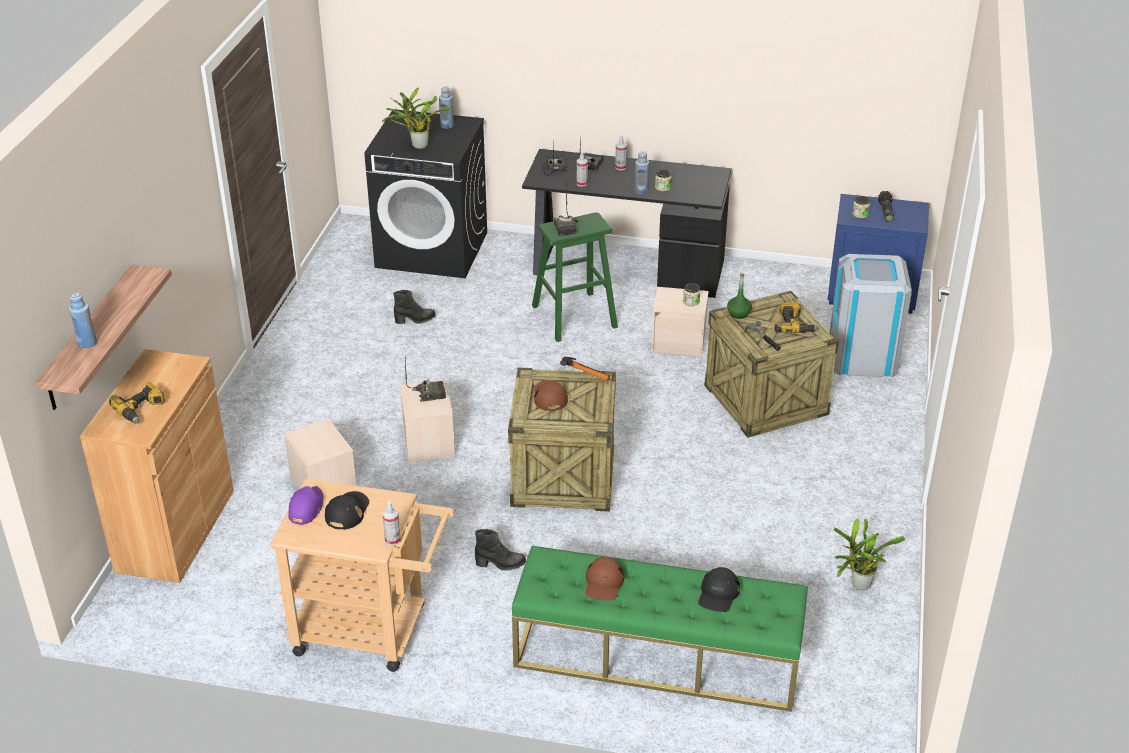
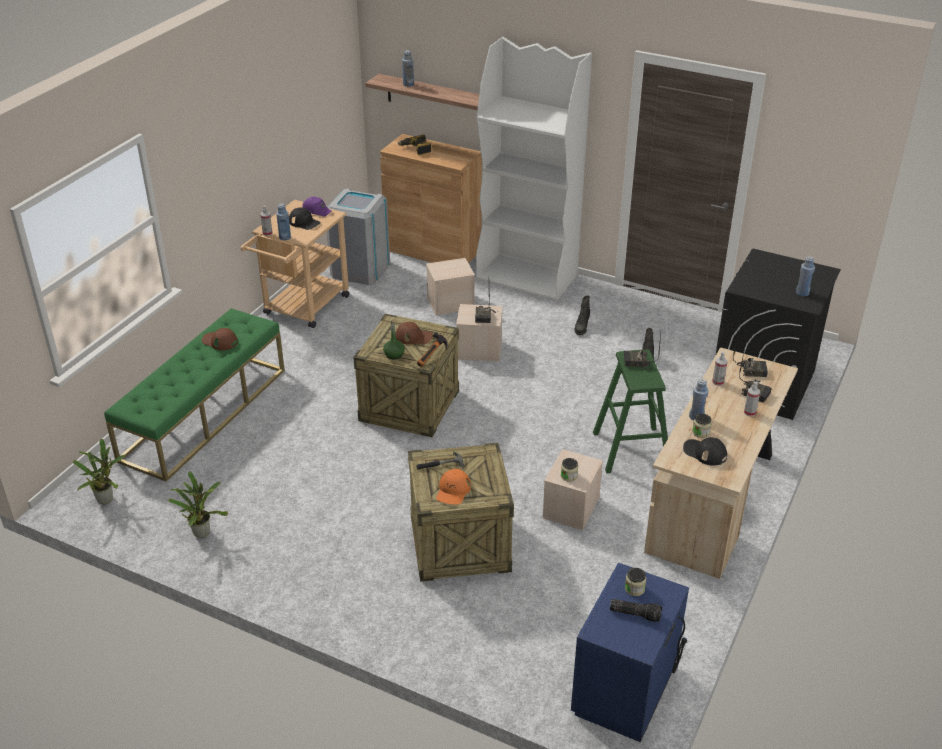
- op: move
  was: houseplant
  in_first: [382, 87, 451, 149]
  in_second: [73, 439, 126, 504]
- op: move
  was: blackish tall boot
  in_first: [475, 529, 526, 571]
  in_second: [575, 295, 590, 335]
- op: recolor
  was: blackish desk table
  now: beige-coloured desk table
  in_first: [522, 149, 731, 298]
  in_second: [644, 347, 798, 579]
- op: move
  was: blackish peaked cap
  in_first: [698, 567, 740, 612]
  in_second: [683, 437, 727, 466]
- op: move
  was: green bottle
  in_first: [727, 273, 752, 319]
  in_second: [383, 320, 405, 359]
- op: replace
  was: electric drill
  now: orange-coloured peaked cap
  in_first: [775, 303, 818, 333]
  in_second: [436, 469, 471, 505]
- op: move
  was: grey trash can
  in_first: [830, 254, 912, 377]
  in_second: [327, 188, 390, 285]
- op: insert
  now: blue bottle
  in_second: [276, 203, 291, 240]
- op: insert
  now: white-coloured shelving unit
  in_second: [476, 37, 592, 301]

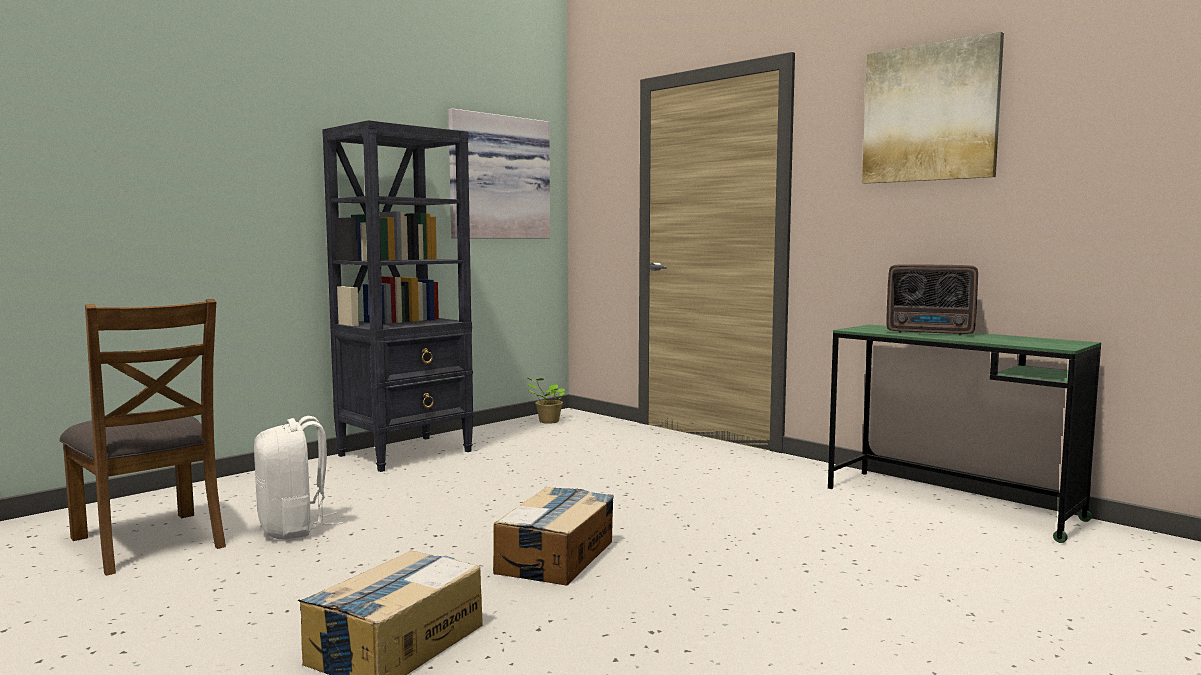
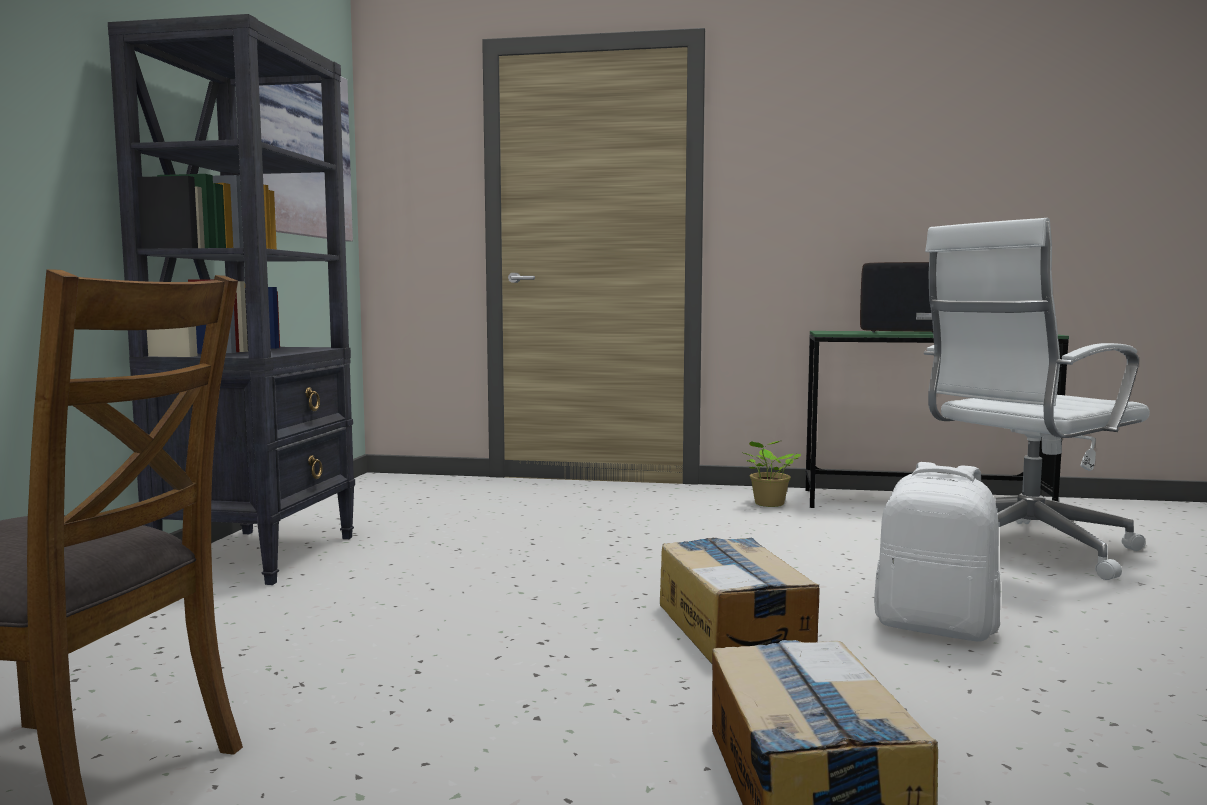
- op: move
  was: white-coloured knapsack
  in_first: [254, 416, 343, 539]
  in_second: [874, 462, 1001, 641]
- op: move
  was: houseplant
  in_first: [526, 377, 565, 424]
  in_second: [741, 441, 801, 507]
- op: delete
  was: wall picture
  in_first: [862, 32, 1004, 184]
- op: rotate
  was: radio receiver
  in_first: [886, 264, 978, 335]
  in_second: [860, 262, 933, 333]
  clockwise: -150
- op: insert
  now: white-coloured computer chair
  in_second: [924, 218, 1150, 580]

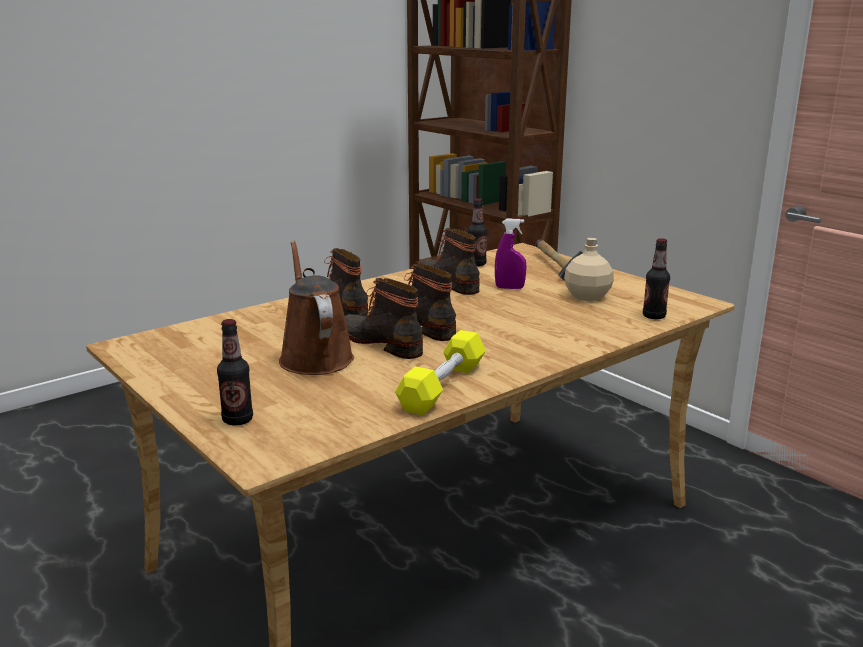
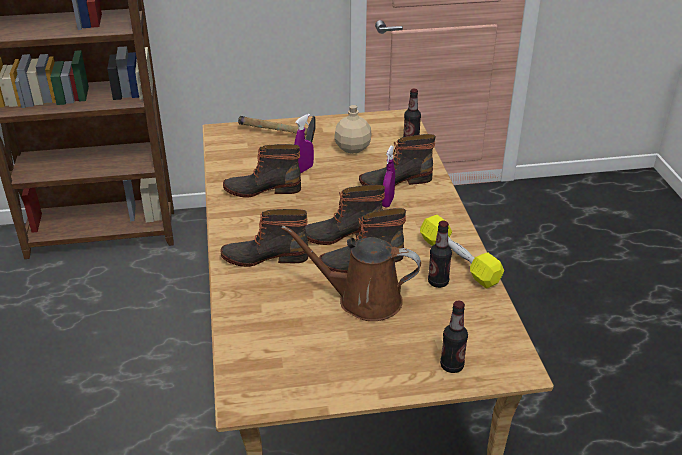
- op: move
  was: bottle
  in_first: [468, 198, 487, 266]
  in_second: [428, 221, 452, 288]
- op: insert
  now: tall boot
  in_second: [359, 134, 436, 186]
- op: insert
  now: purplish spray bottle
  in_second: [382, 146, 395, 207]

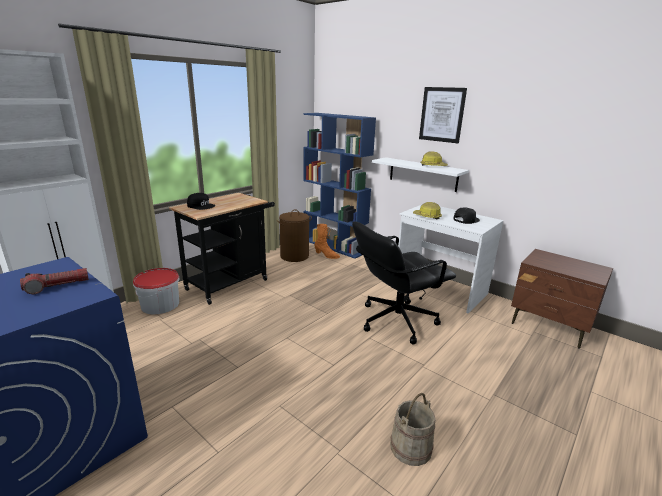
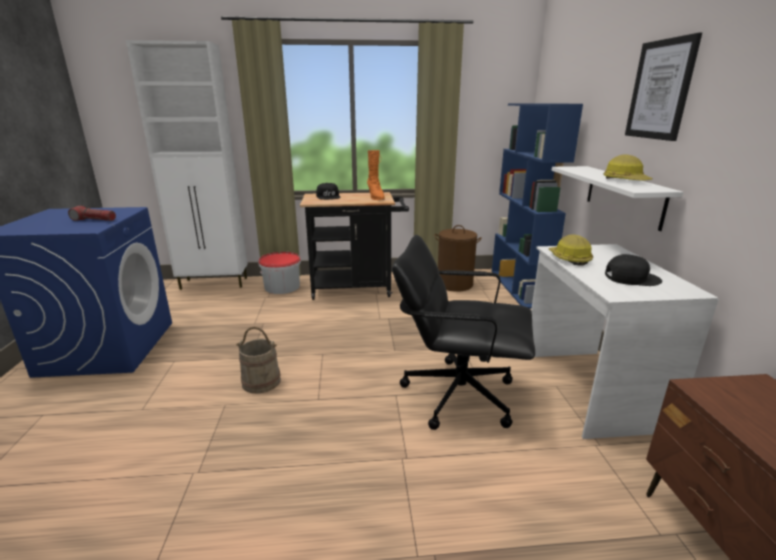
- op: move
  was: orange-coloured tall boot
  in_first: [314, 224, 340, 259]
  in_second: [367, 150, 385, 200]
- op: move
  was: beige-coloured bucket
  in_first: [390, 393, 435, 466]
  in_second: [236, 327, 281, 393]

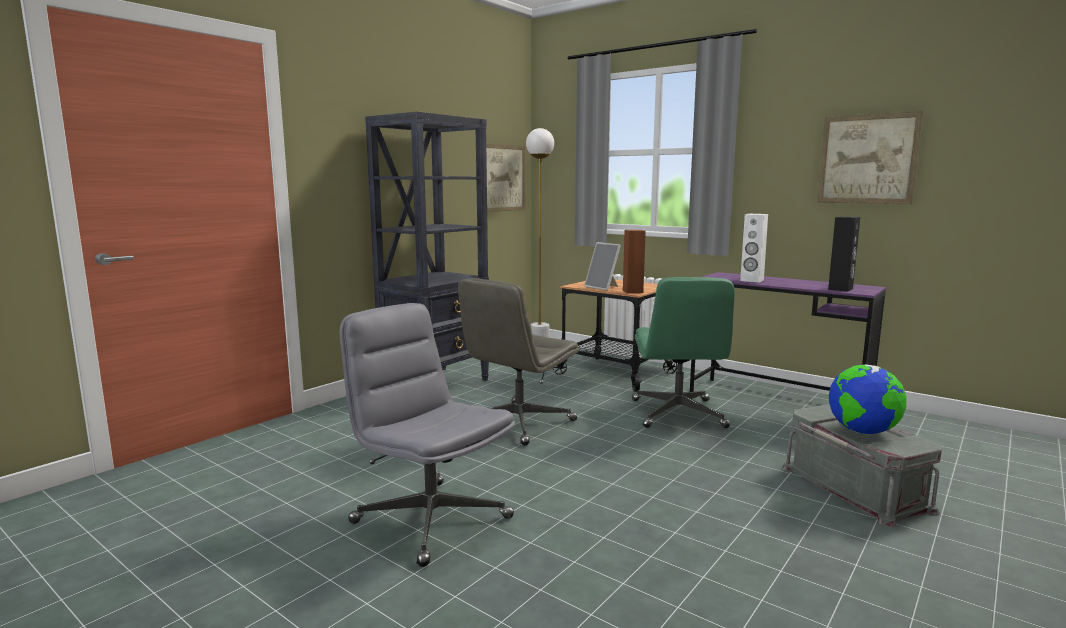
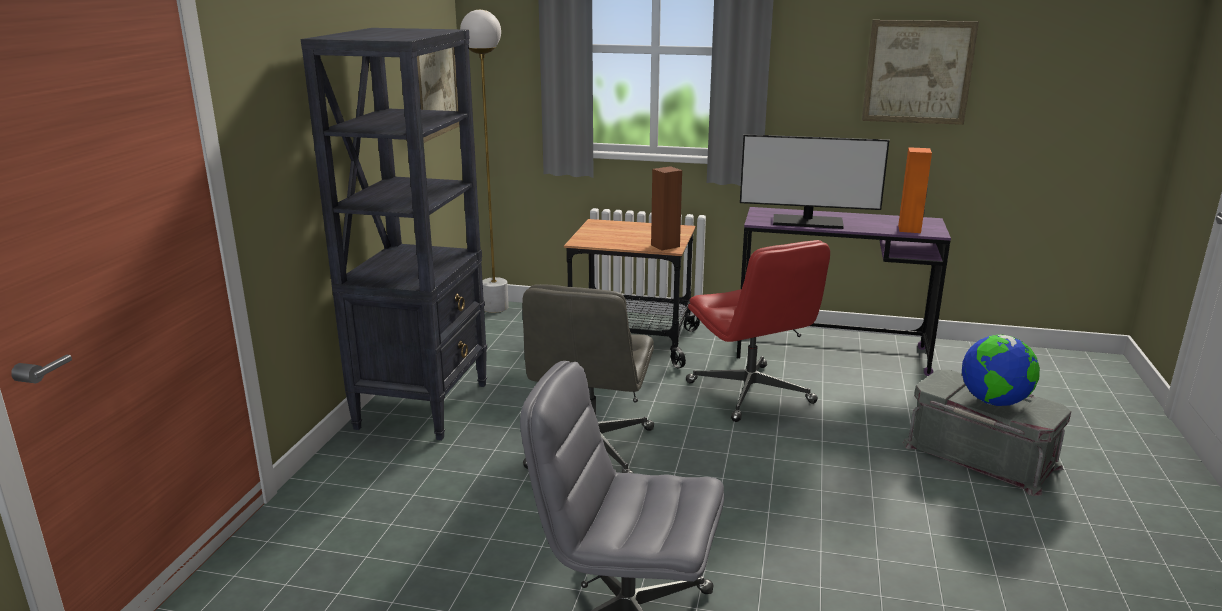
- op: delete
  was: photo frame
  in_first: [584, 242, 621, 291]
- op: recolor
  was: green computer chair
  now: reddish computer chair
  in_first: [632, 277, 735, 428]
  in_second: [686, 240, 830, 422]
- op: replace
  was: white-coloured loudspeaker
  now: computer display
  in_first: [740, 214, 768, 283]
  in_second: [740, 134, 889, 229]
- op: recolor
  was: blackish loudspeaker
  now: orange-coloured loudspeaker
  in_first: [828, 216, 860, 292]
  in_second: [898, 147, 932, 233]

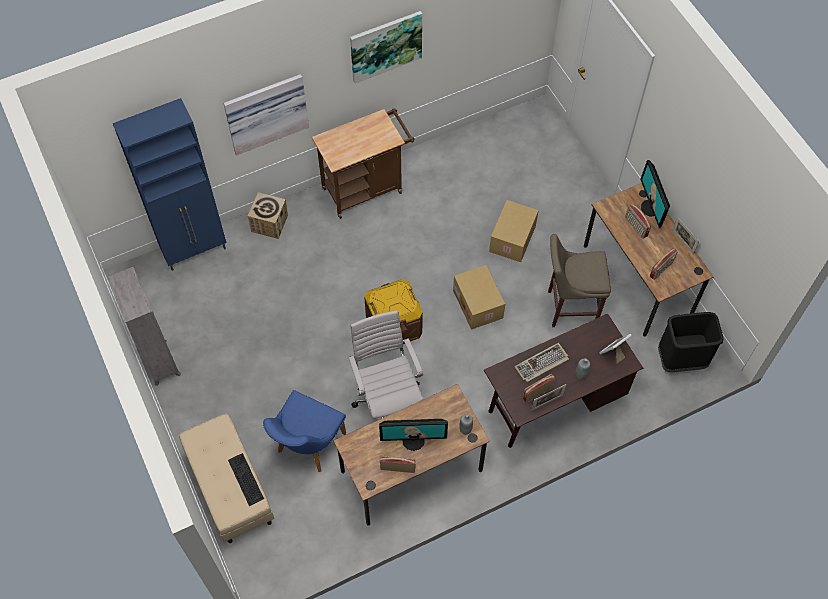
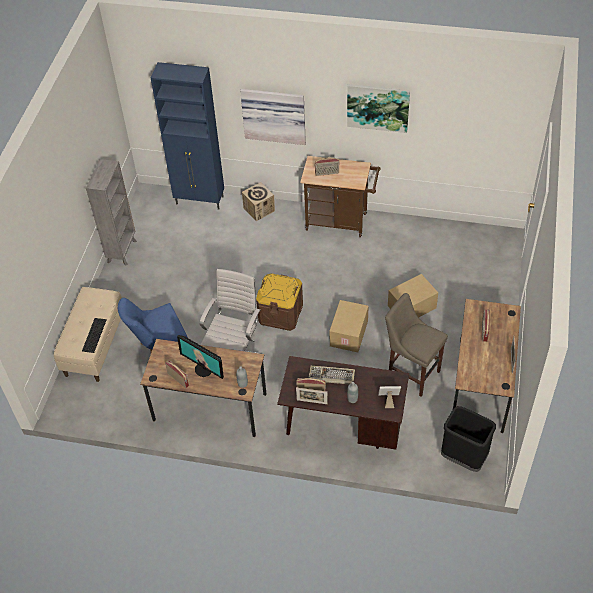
- op: delete
  was: computer display
  in_first: [640, 160, 670, 228]
- op: move
  was: radio receiver
  in_first: [649, 248, 678, 280]
  in_second: [315, 157, 340, 176]

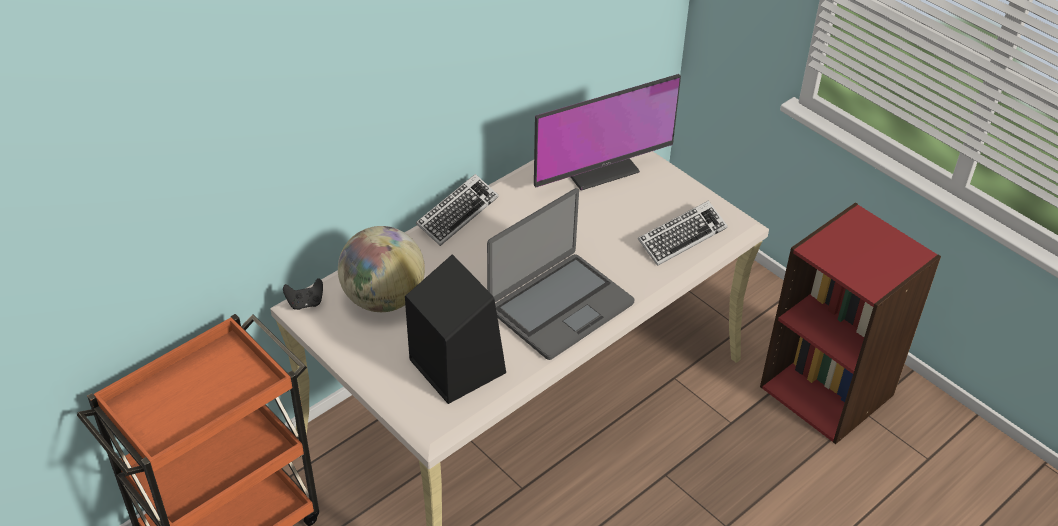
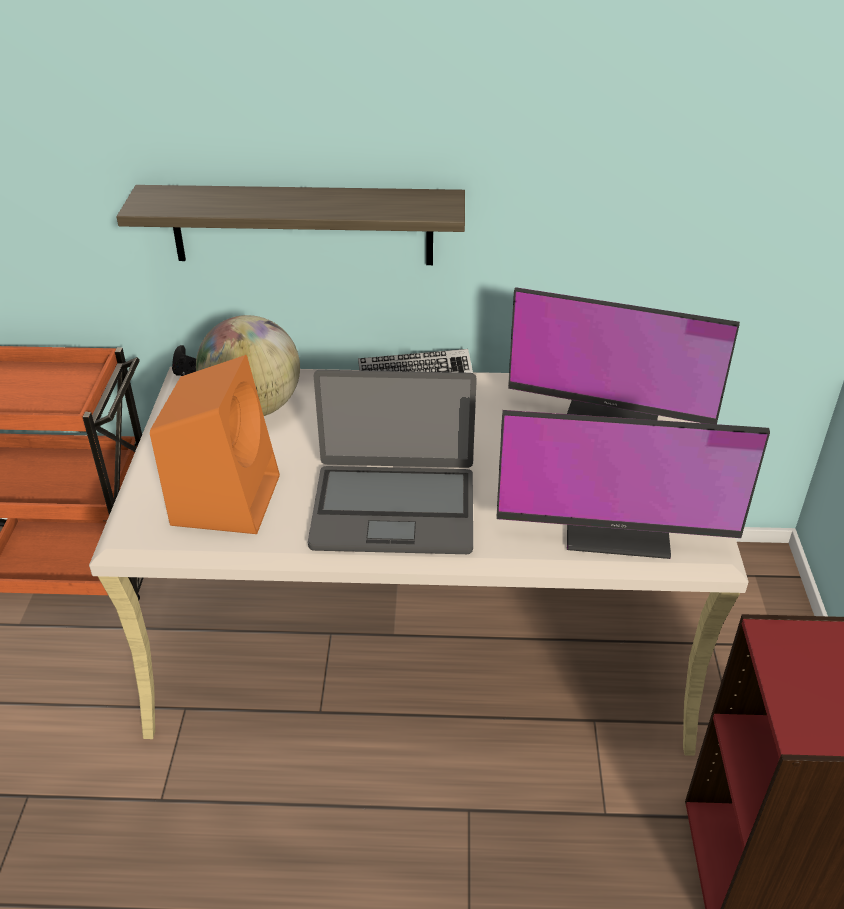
- op: recolor
  was: blackish loudspeaker
  now: orange-coloured loudspeaker
  in_first: [405, 254, 506, 404]
  in_second: [150, 355, 280, 534]
- op: replace
  was: computer keyboard
  now: computer display
  in_first: [638, 200, 728, 266]
  in_second: [496, 410, 770, 559]
- op: insert
  now: wall shelf
  in_second: [116, 185, 465, 265]

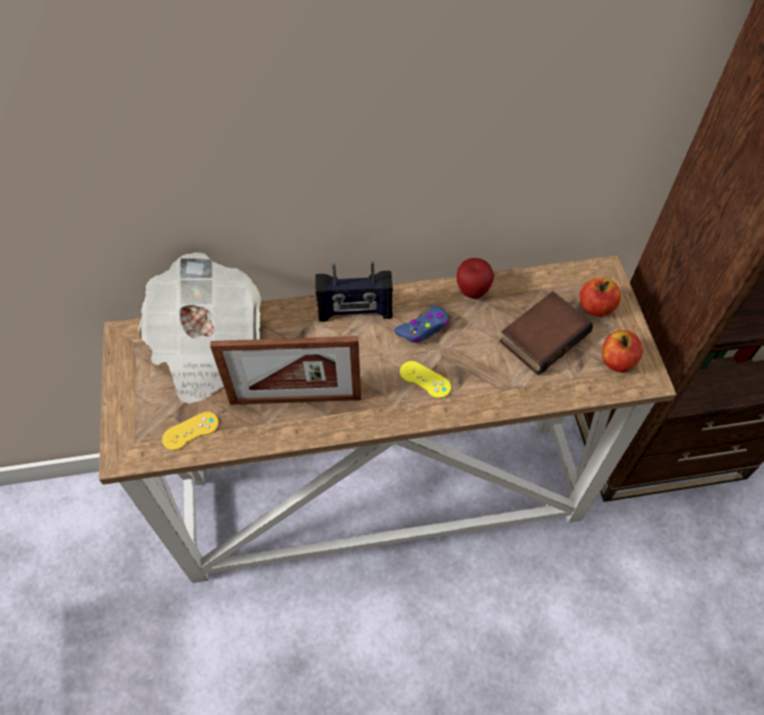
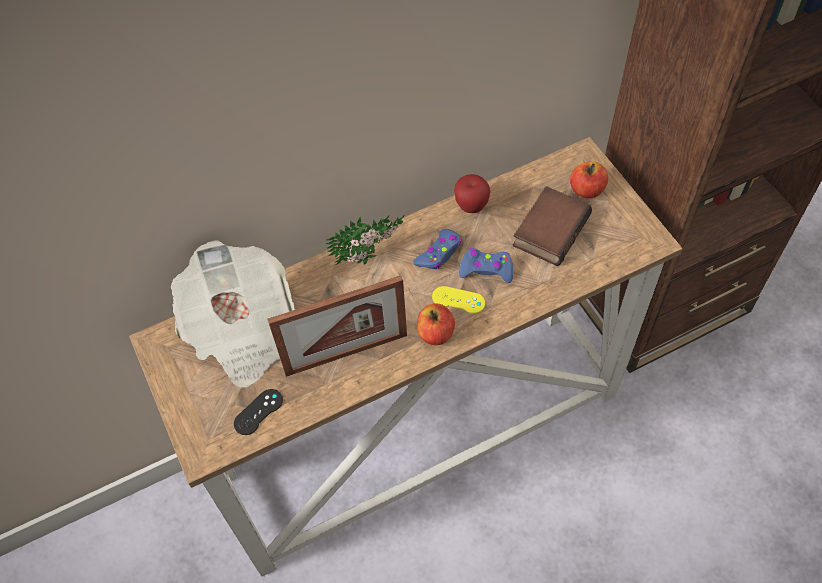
- op: recolor
  was: yellowish joypad
  now: blackish joypad
  in_first: [162, 412, 219, 450]
  in_second: [234, 389, 283, 435]
- op: replace
  was: radio receiver
  now: houseplant
  in_first: [315, 261, 393, 322]
  in_second: [325, 216, 404, 265]
- op: move
  was: apple
  in_first: [602, 330, 643, 372]
  in_second: [417, 303, 455, 345]
- op: insert
  now: blue joypad
  in_second: [459, 248, 513, 283]

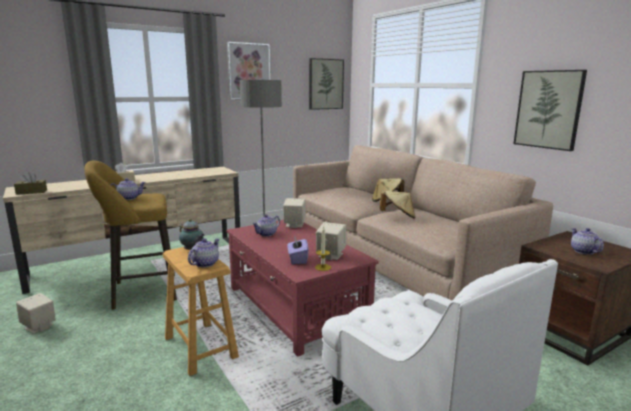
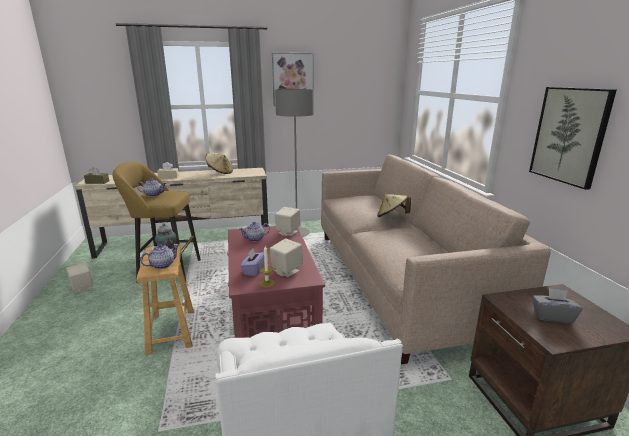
- op: delete
  was: wall picture
  in_first: [309, 58, 344, 110]
- op: move
  was: beige-coloured hat
  in_first: [380, 191, 415, 219]
  in_second: [205, 153, 233, 174]
- op: replace
  was: tea pot
  now: grey box of tissues
  in_first: [571, 228, 604, 255]
  in_second: [533, 288, 583, 323]

